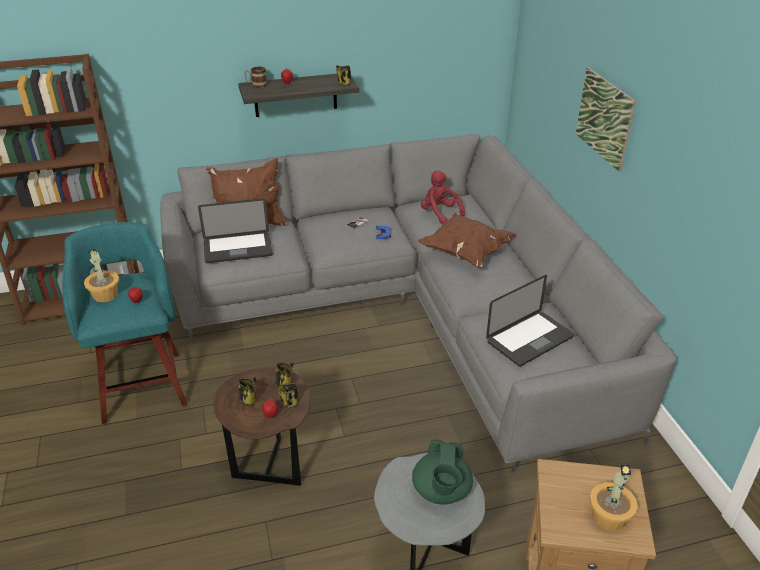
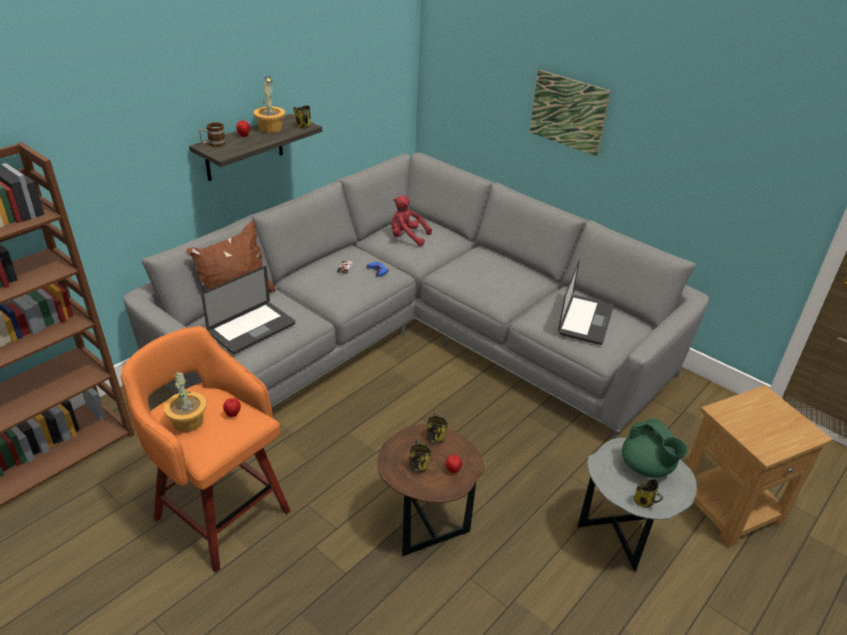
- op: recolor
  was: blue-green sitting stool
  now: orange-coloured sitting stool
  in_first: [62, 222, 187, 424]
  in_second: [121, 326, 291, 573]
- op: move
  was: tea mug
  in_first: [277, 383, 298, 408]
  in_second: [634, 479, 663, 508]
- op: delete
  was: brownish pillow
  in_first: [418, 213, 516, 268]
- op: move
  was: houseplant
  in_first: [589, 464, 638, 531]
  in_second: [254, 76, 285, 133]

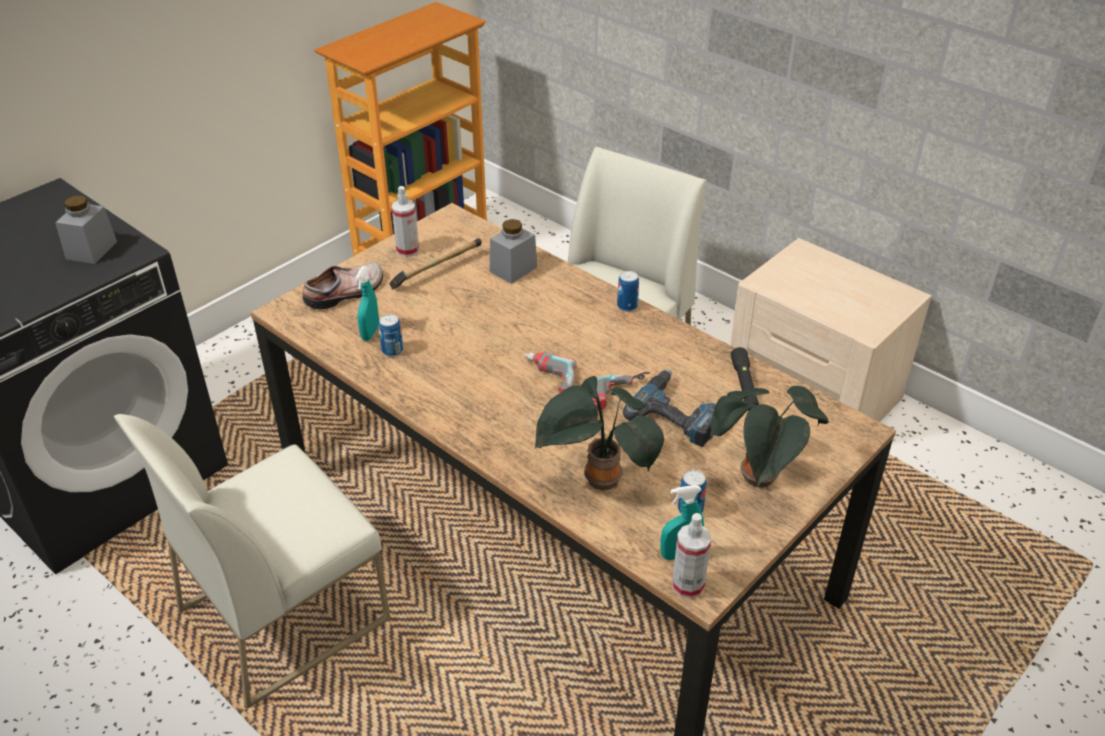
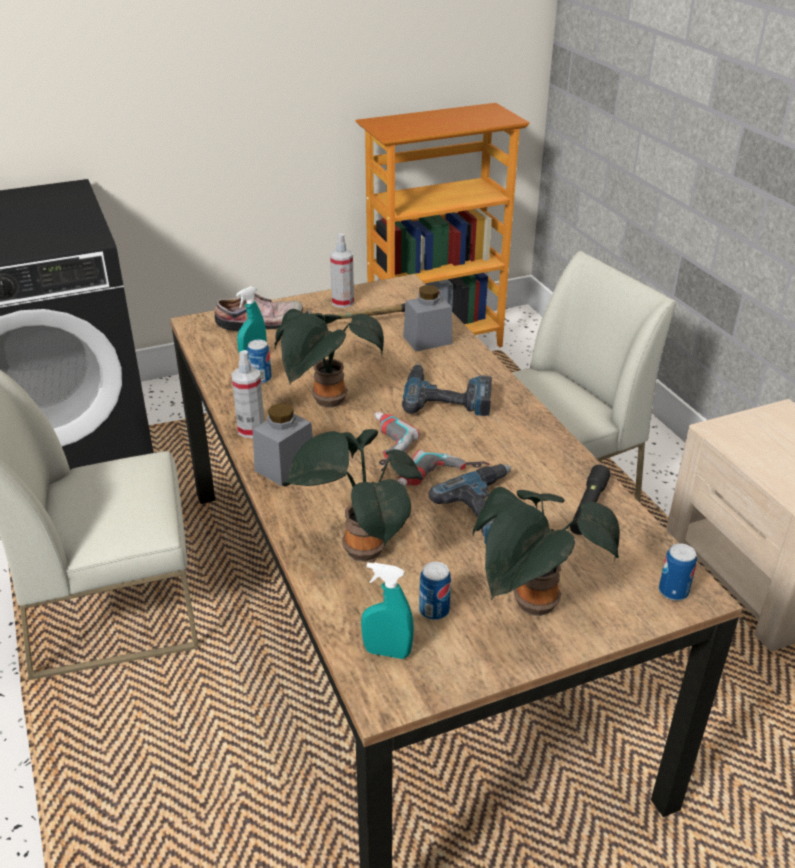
- op: move
  was: grey preserve jar
  in_first: [55, 195, 117, 264]
  in_second: [253, 403, 313, 486]
- op: move
  was: metal can
  in_first: [617, 271, 639, 312]
  in_second: [659, 543, 697, 601]
- op: move
  was: spray bottle
  in_first: [672, 513, 711, 599]
  in_second: [231, 350, 265, 438]
- op: insert
  now: houseplant
  in_second: [274, 309, 384, 408]
- op: insert
  now: electric drill
  in_second: [402, 364, 492, 416]

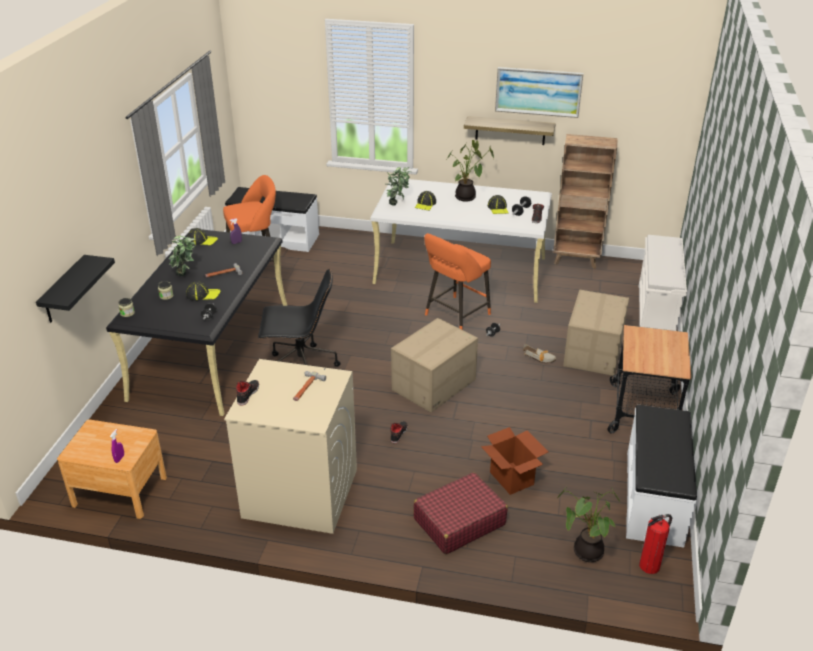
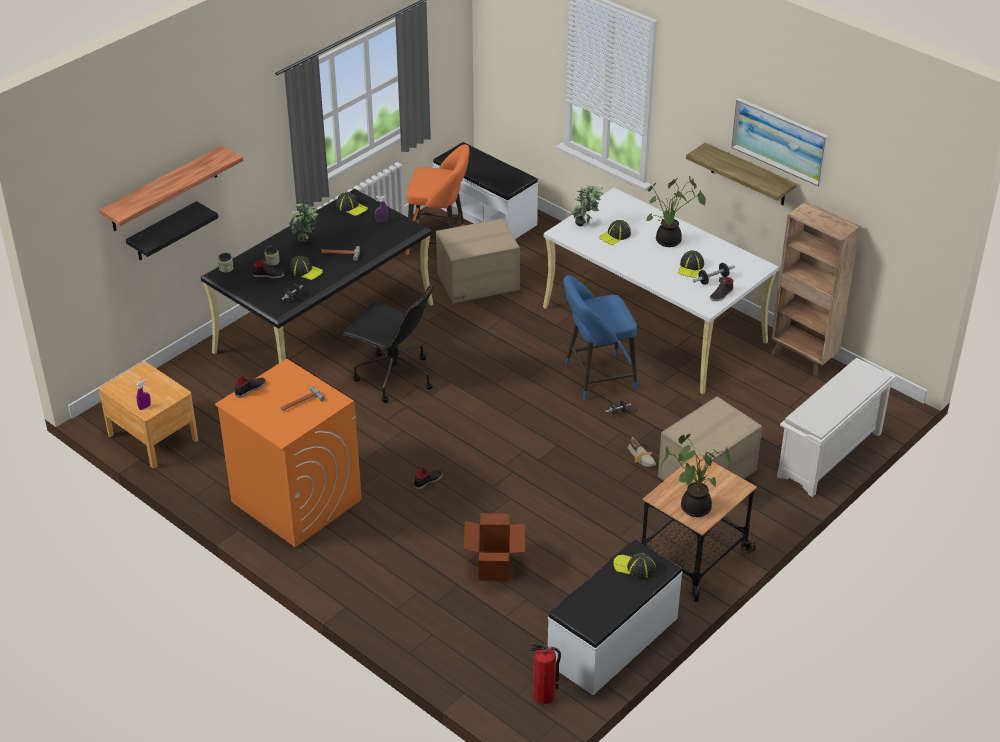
- op: recolor
  was: beige-coloured laundry appliance
  now: orange-coloured laundry appliance
  in_first: [224, 359, 357, 534]
  in_second: [215, 359, 362, 547]
- op: move
  was: carton
  in_first: [391, 318, 478, 412]
  in_second: [436, 218, 520, 303]
- op: delete
  was: reddish suitcase
  in_first: [413, 472, 508, 554]
- op: recolor
  was: orange-coloured sitting stool
  now: blue sitting stool
  in_first: [424, 233, 491, 330]
  in_second: [563, 275, 637, 400]
- op: move
  was: houseplant
  in_first: [557, 488, 620, 562]
  in_second: [661, 434, 731, 517]
- op: insert
  now: wall shelf
  in_second: [99, 146, 243, 231]
- op: insert
  now: blackish item of footwear
  in_second: [252, 258, 284, 279]
- op: insert
  now: peaked cap
  in_second: [613, 553, 656, 579]

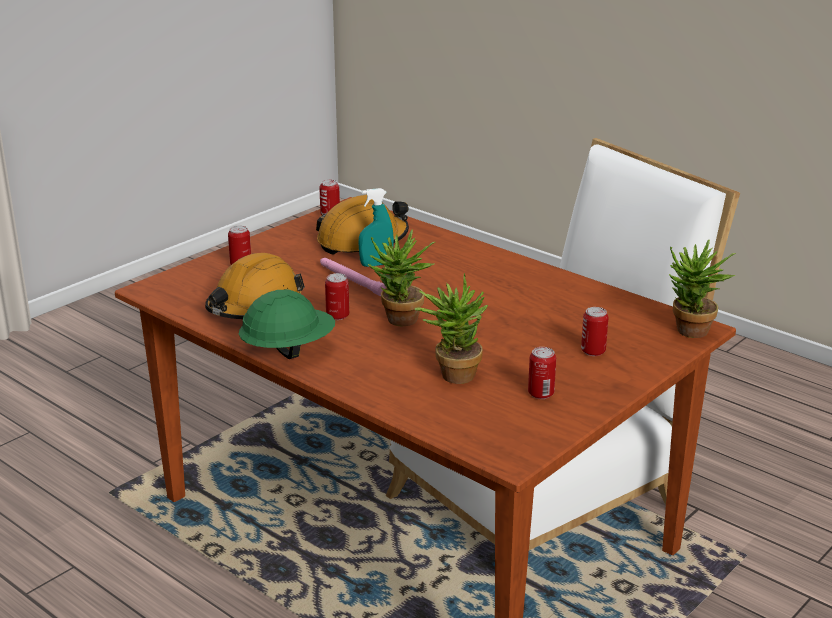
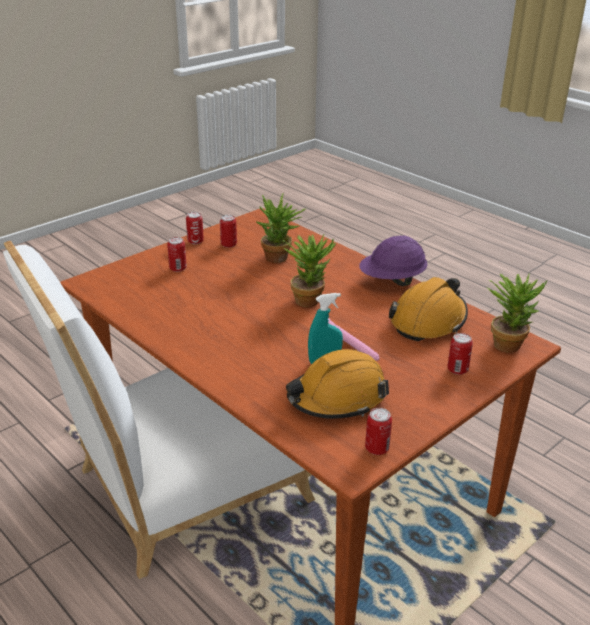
- op: recolor
  was: green work helmet
  now: purplish work helmet
  in_first: [238, 289, 335, 359]
  in_second: [359, 236, 428, 286]
- op: move
  was: metal can
  in_first: [325, 273, 349, 320]
  in_second: [186, 212, 204, 244]
- op: move
  was: houseplant
  in_first: [669, 240, 736, 338]
  in_second: [487, 274, 547, 353]

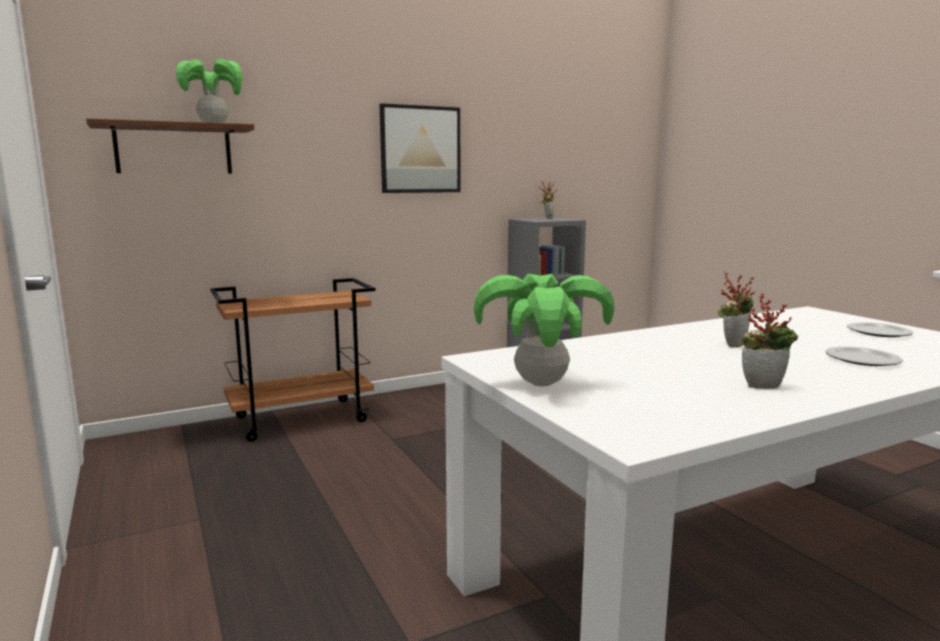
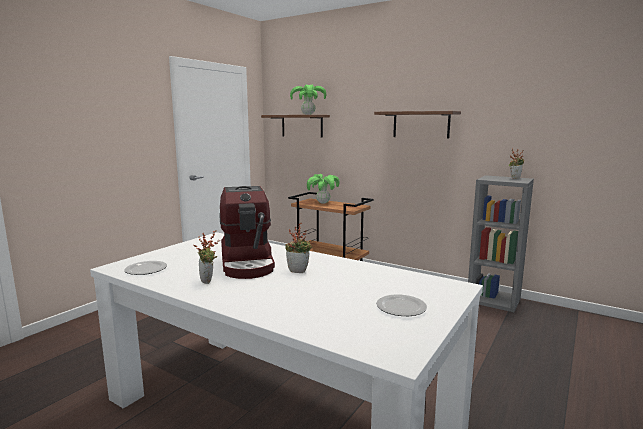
- op: replace
  was: wall picture
  now: brownish wall shelf
  in_first: [380, 103, 461, 193]
  in_second: [374, 111, 461, 138]
- op: move
  was: houseplant
  in_first: [473, 274, 615, 387]
  in_second: [307, 174, 340, 204]
- op: move
  was: plate
  in_first: [826, 346, 903, 366]
  in_second: [124, 261, 167, 275]
- op: insert
  now: coffee maker
  in_second: [219, 186, 275, 279]

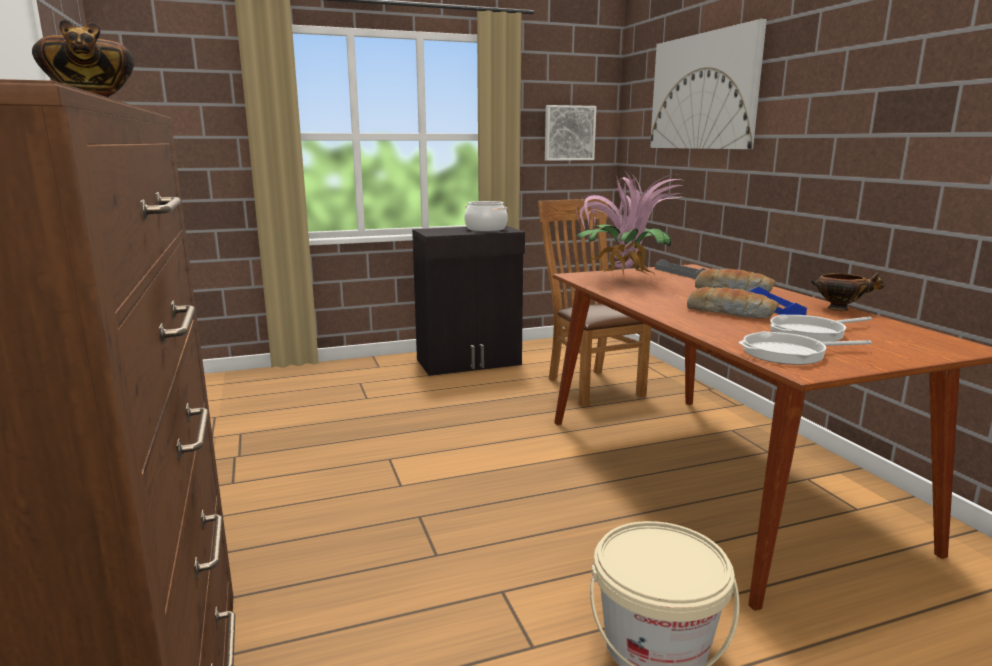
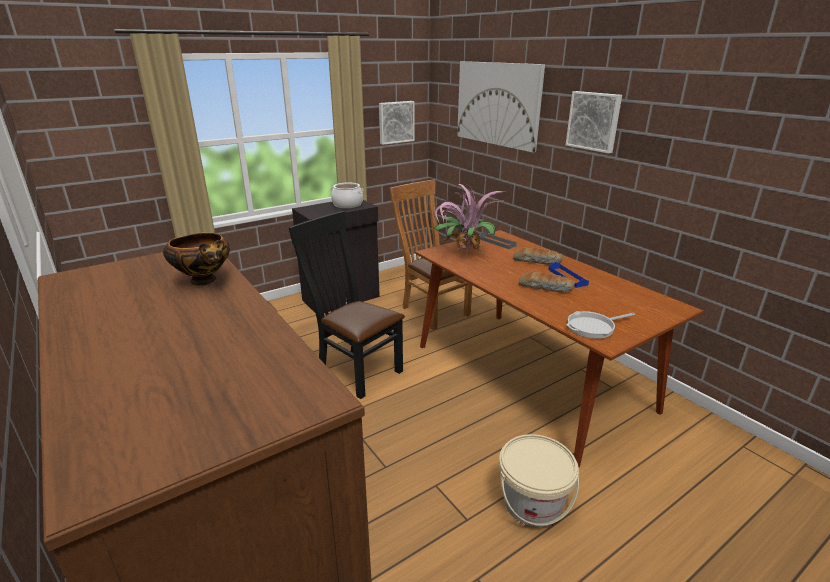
- op: delete
  was: skillet
  in_first: [770, 315, 872, 342]
- op: delete
  was: deep dish
  in_first: [811, 272, 885, 311]
- op: insert
  now: blackish chair
  in_second: [288, 211, 405, 399]
- op: insert
  now: wall picture
  in_second: [566, 91, 622, 153]

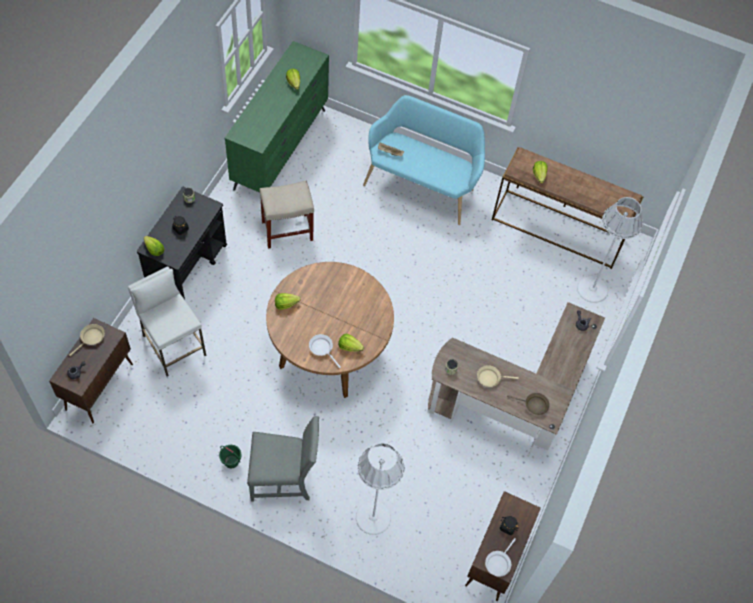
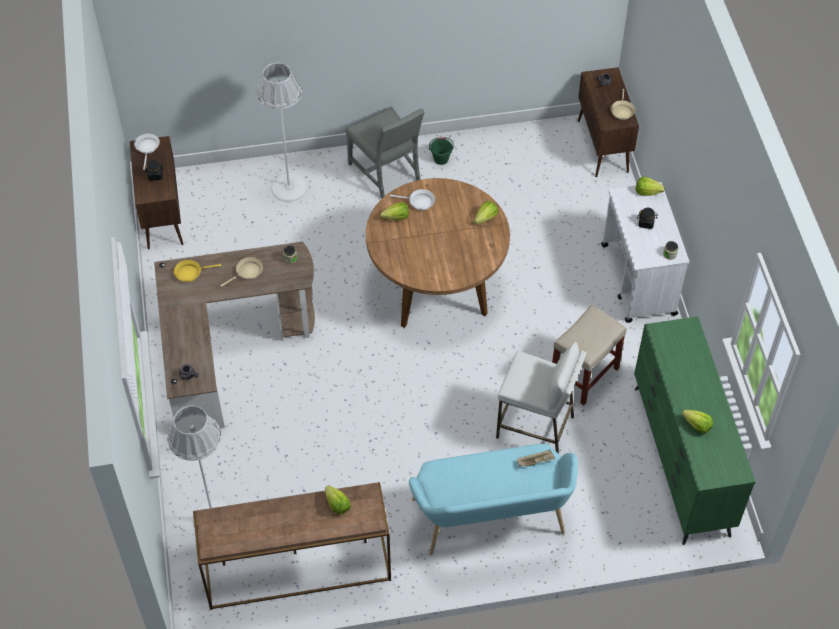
- op: move
  was: white-coloured sitting stool
  in_first: [128, 266, 206, 376]
  in_second: [496, 342, 587, 454]
- op: recolor
  was: blackish cart
  now: white-coloured cart
  in_first: [137, 187, 227, 299]
  in_second: [601, 182, 689, 323]
- op: rotate
  was: grey chair
  in_first: [247, 416, 319, 501]
  in_second: [346, 107, 425, 198]
  clockwise: -90
- op: recolor
  was: brownish skillet
  now: yellowish skillet
  in_first: [507, 393, 550, 415]
  in_second: [174, 260, 221, 282]

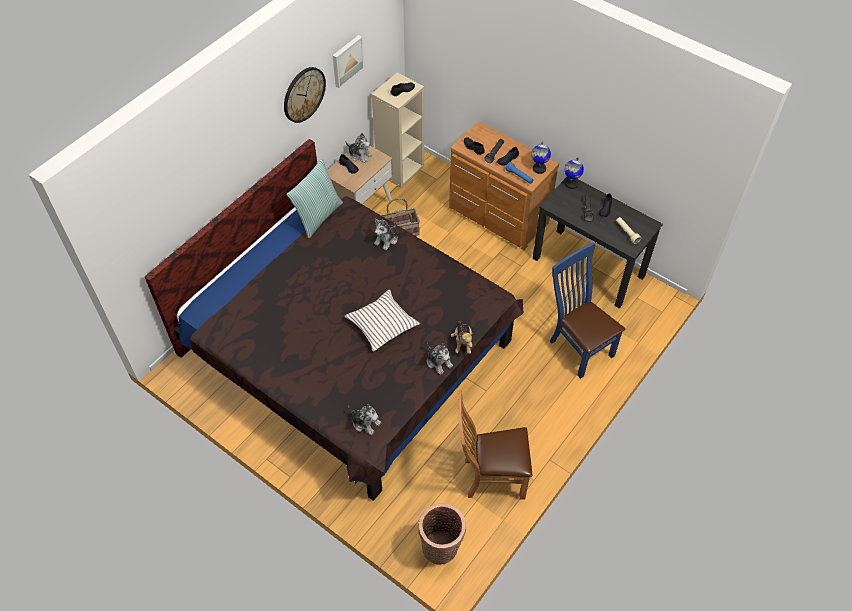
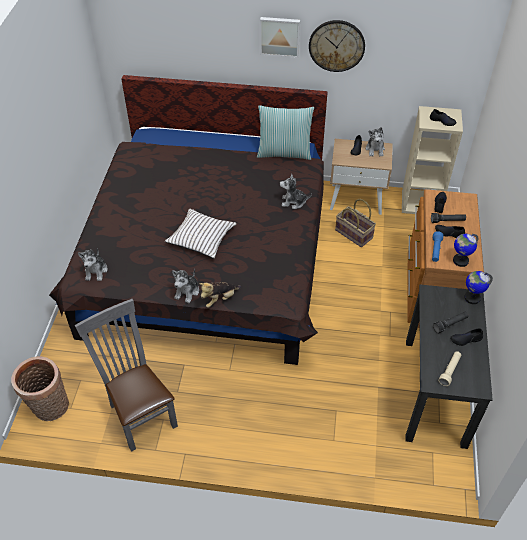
- op: move
  was: wall picture
  in_first: [333, 35, 364, 89]
  in_second: [260, 17, 300, 58]
- op: recolor
  was: brownish chair
  now: grey chair
  in_first: [458, 390, 532, 500]
  in_second: [75, 299, 178, 452]
- op: delete
  was: blue chair
  in_first: [550, 243, 625, 379]

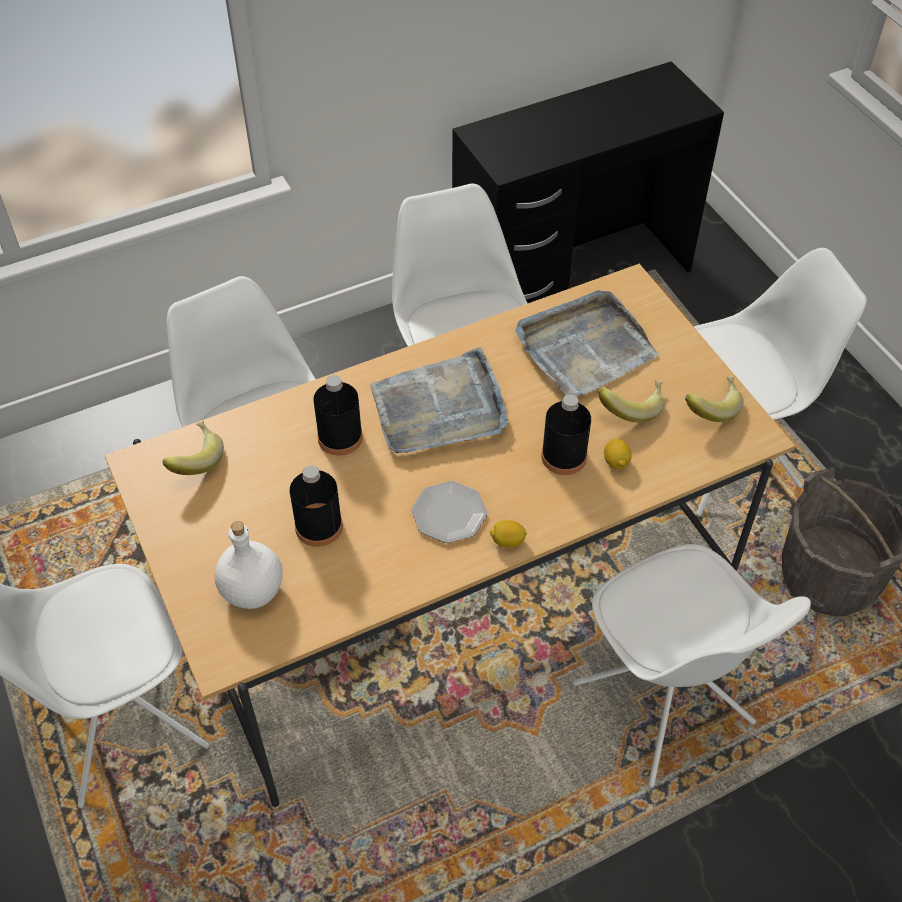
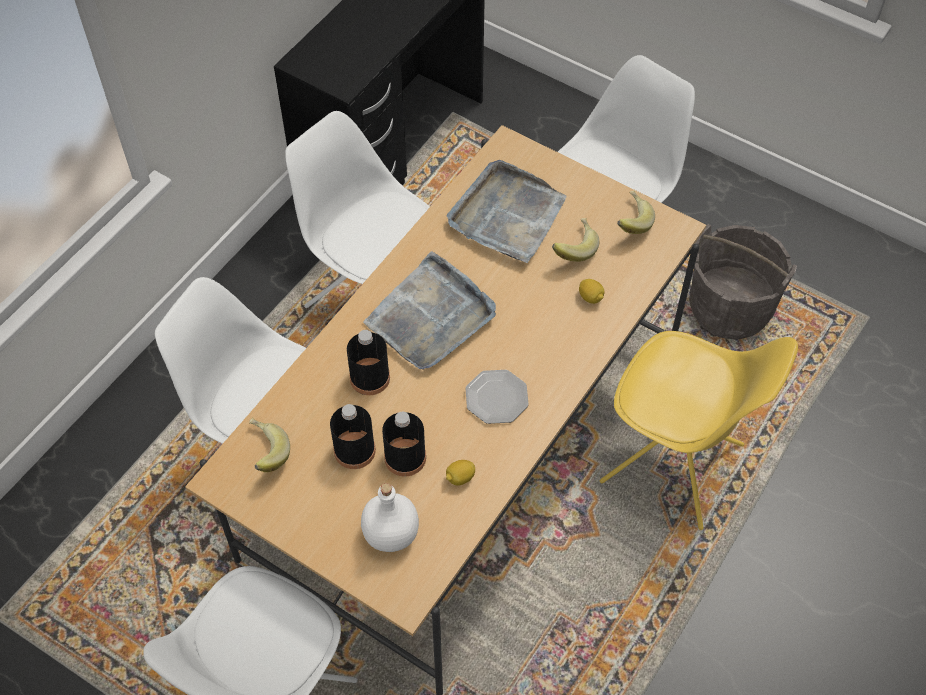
- op: move
  was: citrus fruit
  in_first: [490, 520, 527, 548]
  in_second: [446, 460, 475, 485]
- op: move
  was: blackish bottle
  in_first: [541, 395, 591, 475]
  in_second: [330, 404, 376, 469]
- op: recolor
  was: white-coloured chair
  now: yellowish chair
  in_first: [573, 544, 811, 788]
  in_second: [600, 331, 798, 530]

